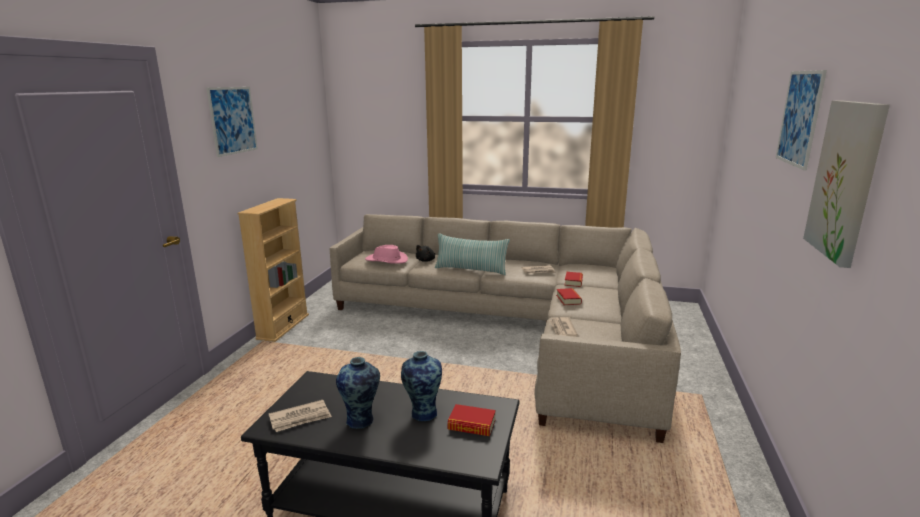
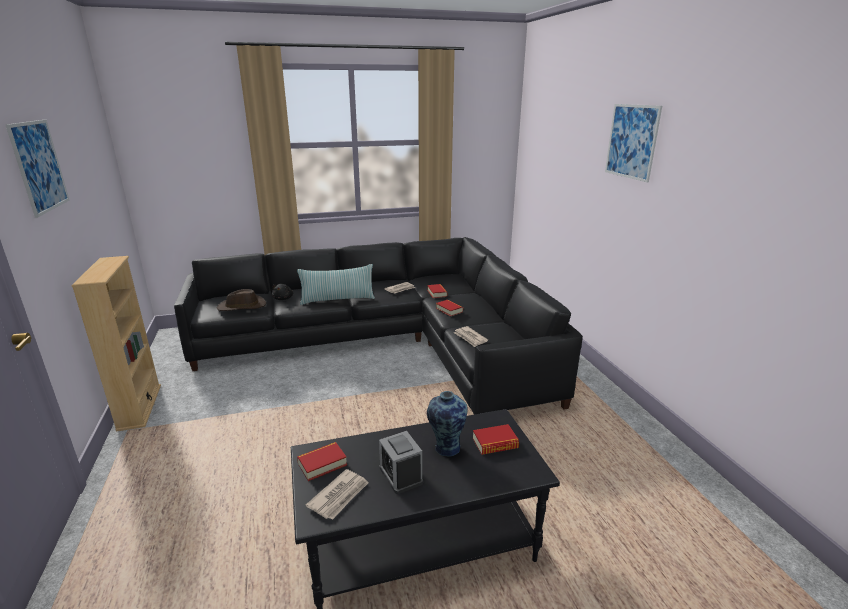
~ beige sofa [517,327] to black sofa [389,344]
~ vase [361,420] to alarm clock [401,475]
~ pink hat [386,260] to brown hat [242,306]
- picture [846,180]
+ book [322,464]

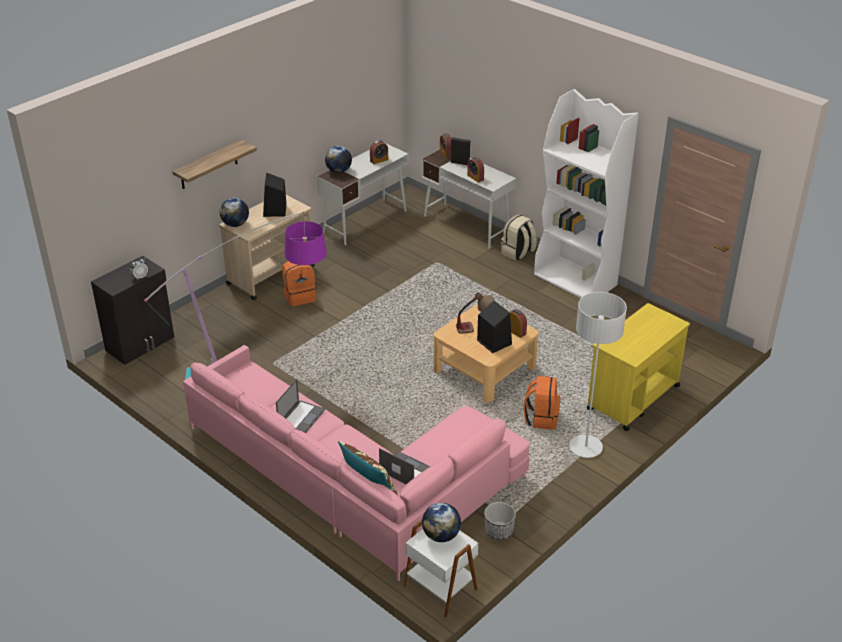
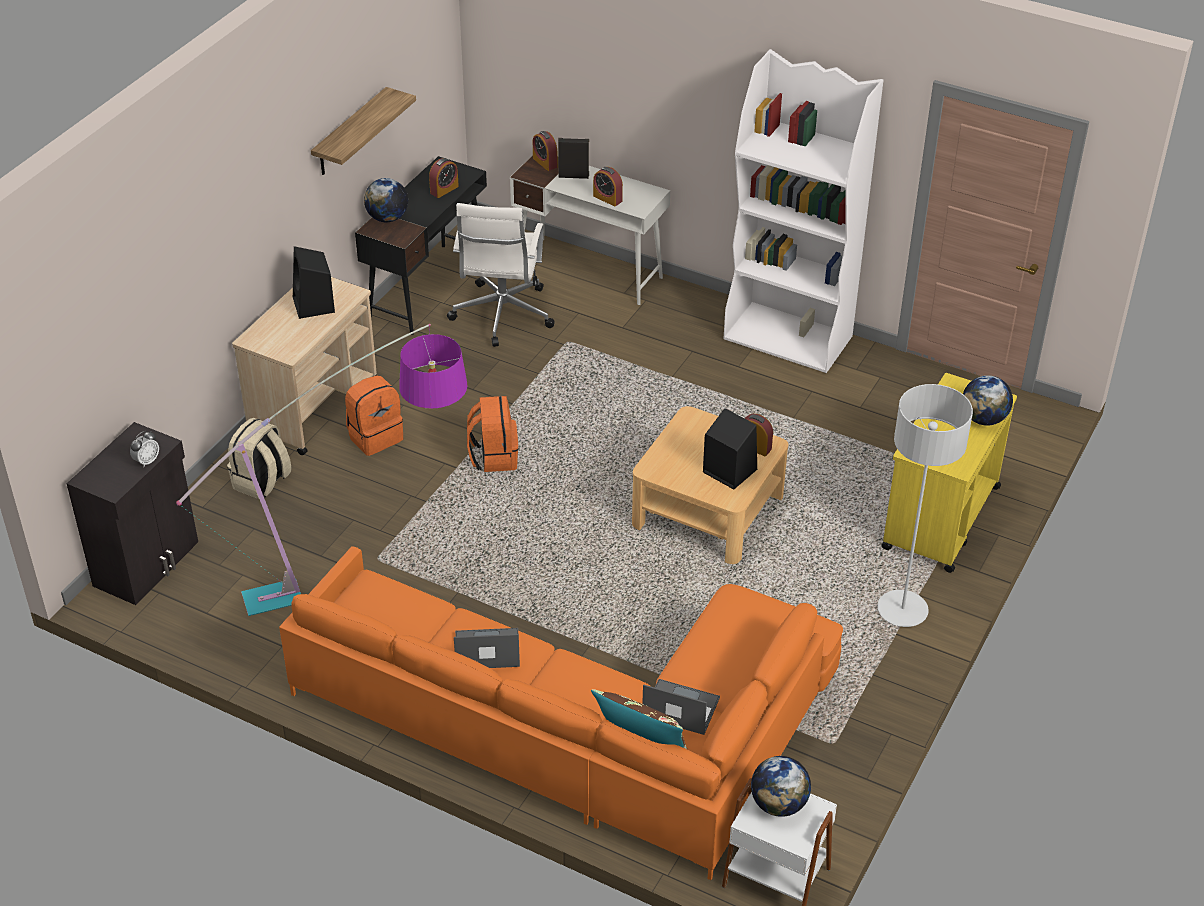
~ shelf [208,165] to [350,133]
~ pink sofa [355,479] to orange sofa [582,729]
~ globe [235,224] to [984,419]
~ laptop [301,417] = [486,650] 105 degrees counterclockwise
~ white desk [365,221] to black desk [428,288]
- table lamp [474,327]
- planter [498,531]
~ beige backpack [518,253] to [262,482]
~ orange backpack [541,418] to [493,457]
+ white office chair [502,315]

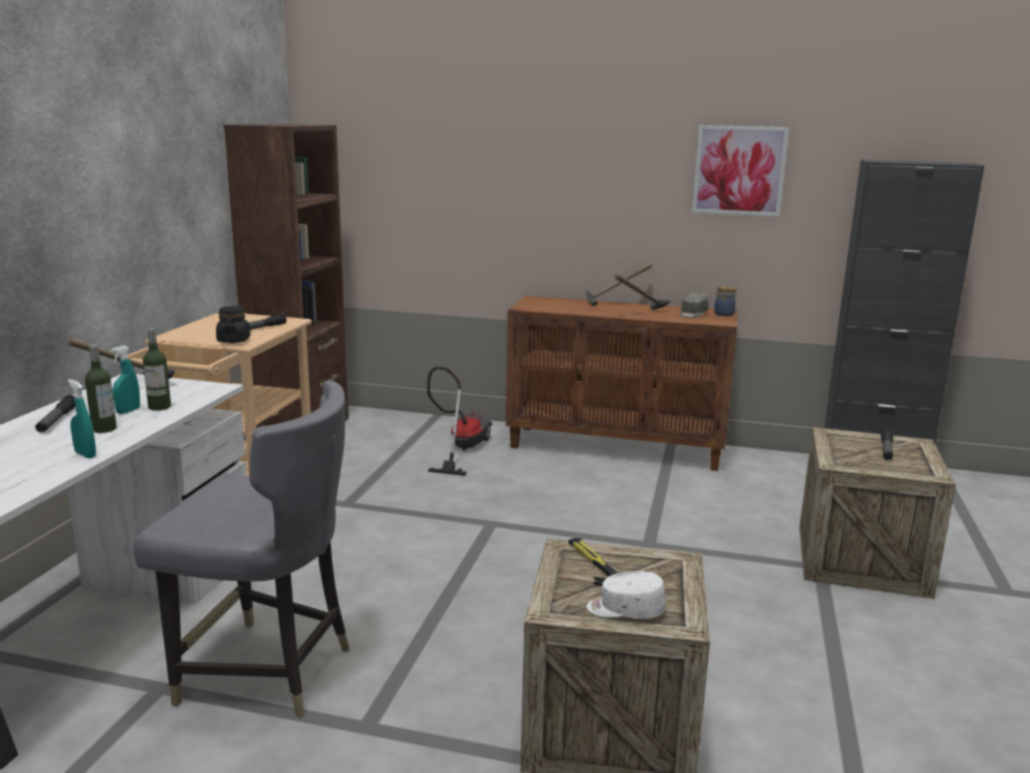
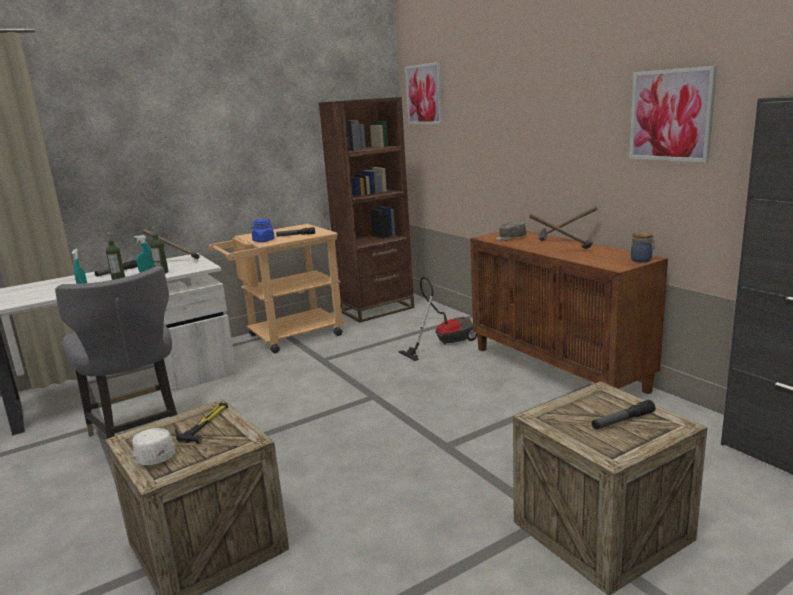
~ black jar [234,340] to blue jar [263,241]
~ grey cap [692,314] to [510,238]
+ picture [424,94]

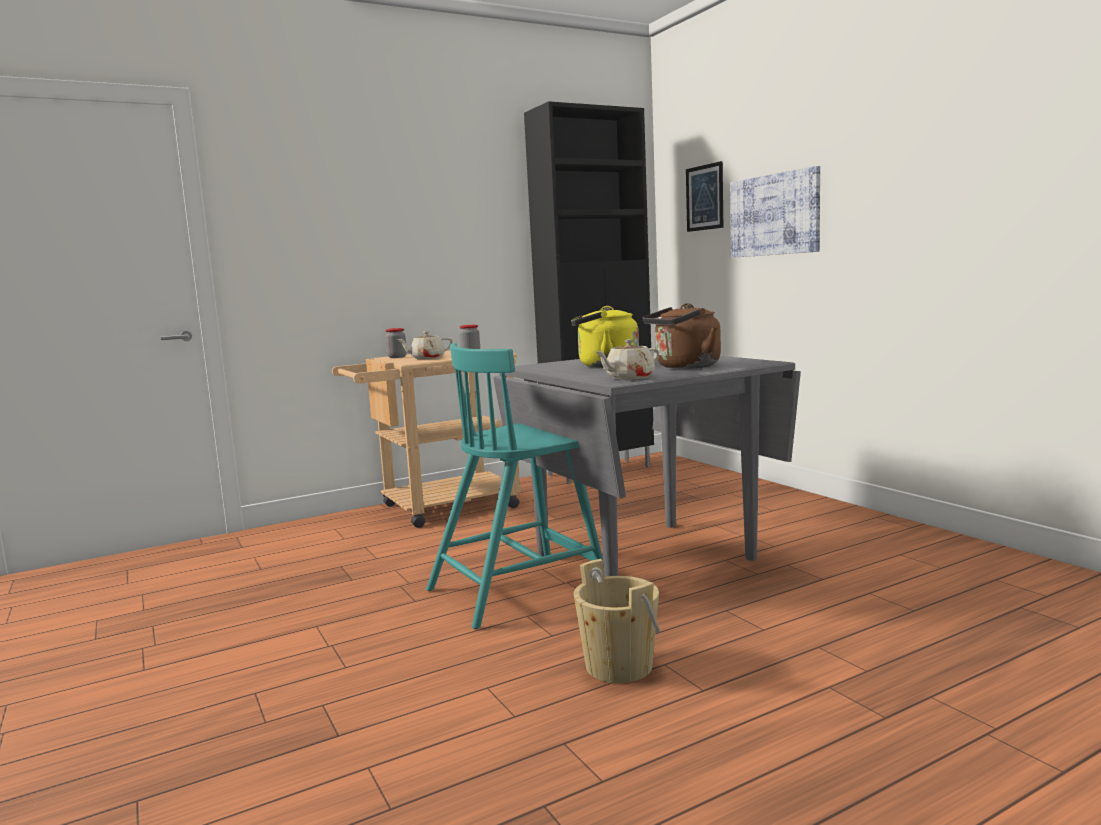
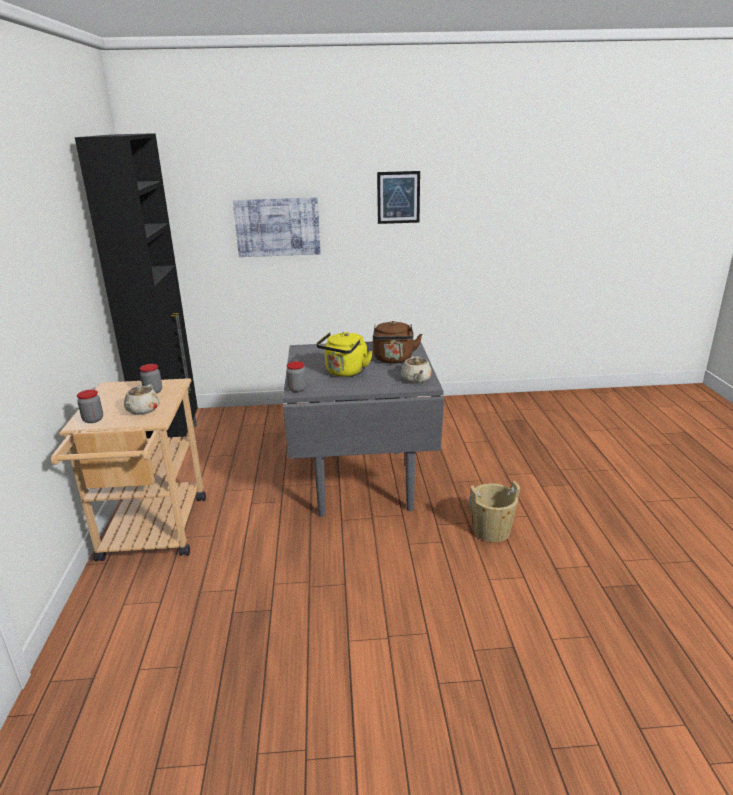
- turquoise chair [519,588]
~ picture [704,197] to [398,197]
+ jar [297,389]

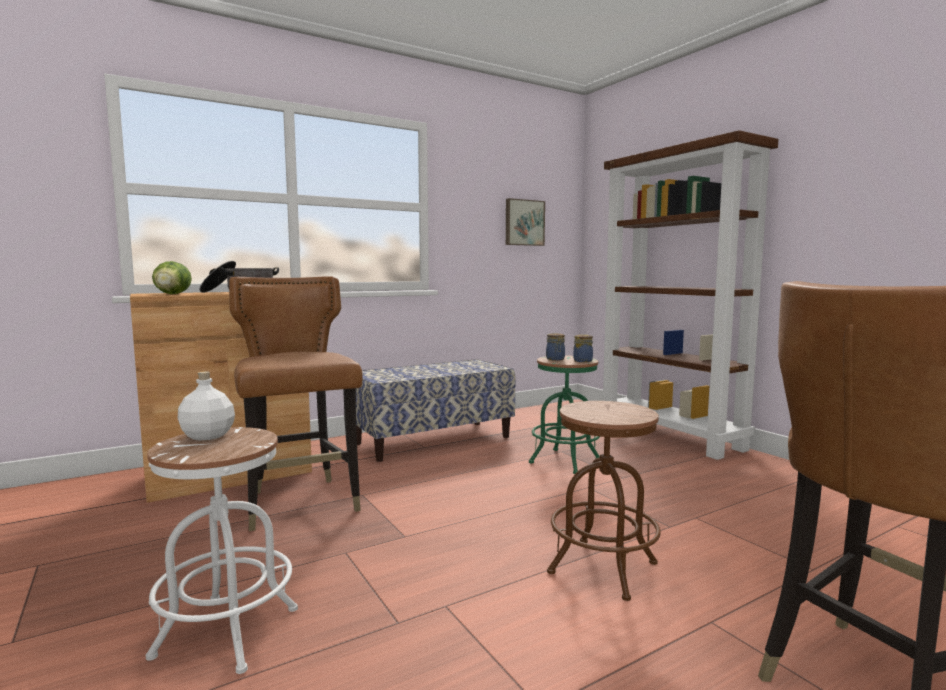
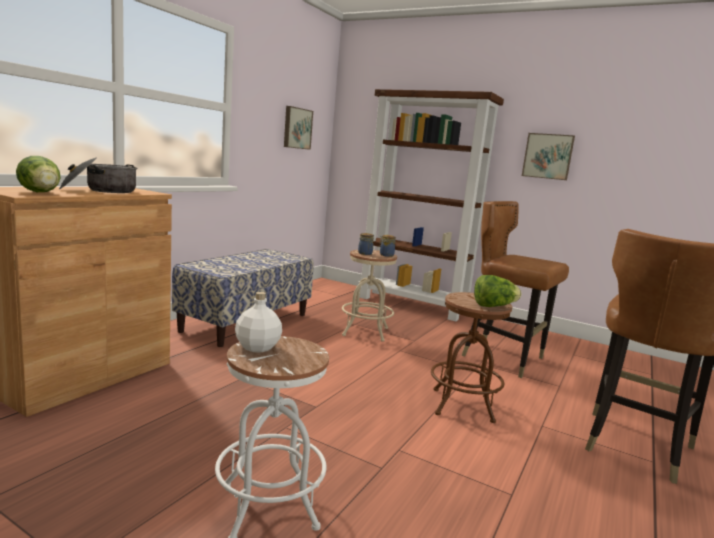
~ brown chair [301,504] to [504,358]
~ green stool [565,461] to beige stool [365,332]
+ lettuce [493,306]
+ picture [548,156]

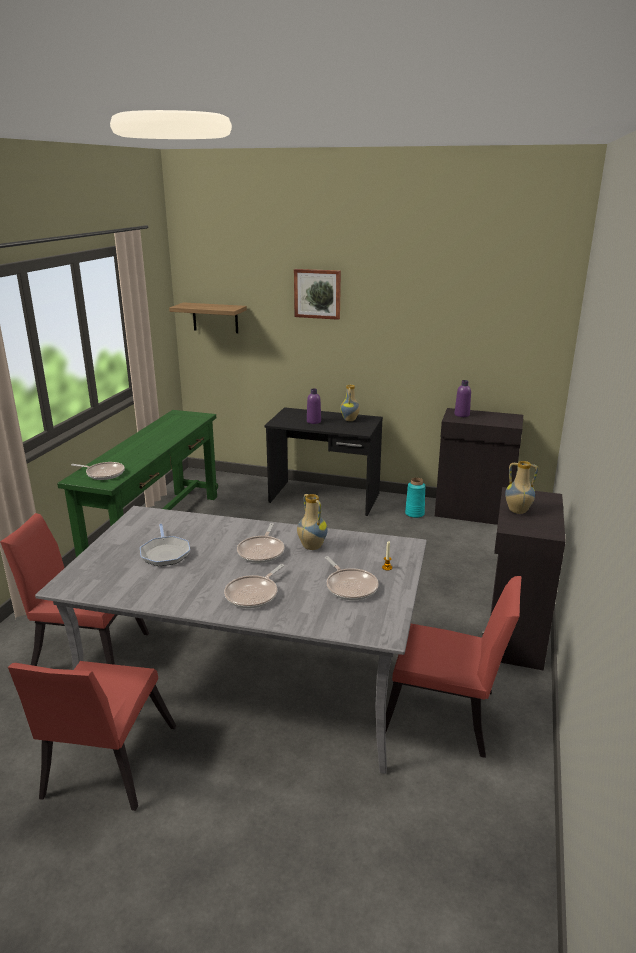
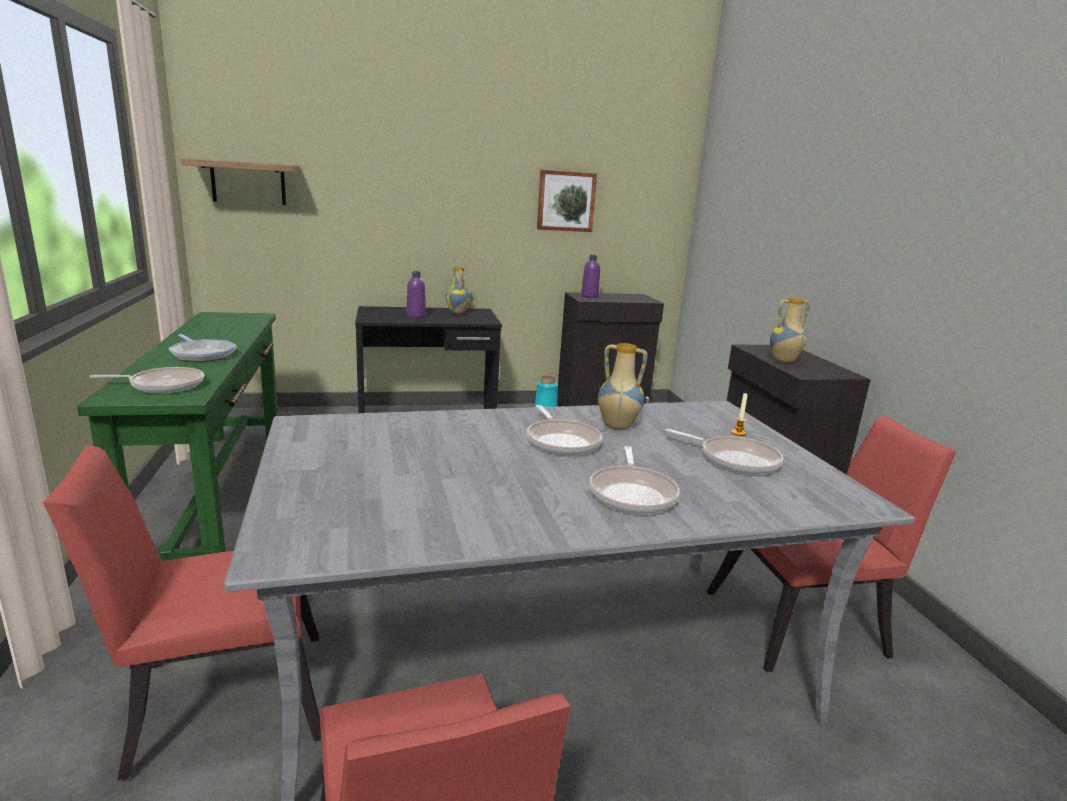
~ frying pan [165,553] to [202,354]
~ picture [317,293] to [566,201]

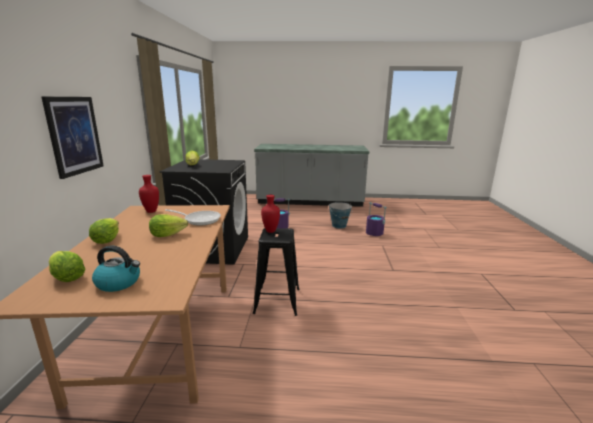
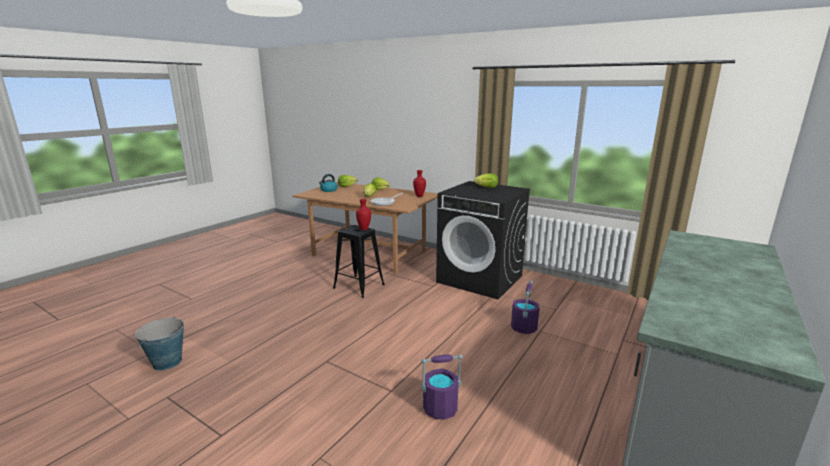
- picture [74,135]
~ bucket [339,225] to [167,362]

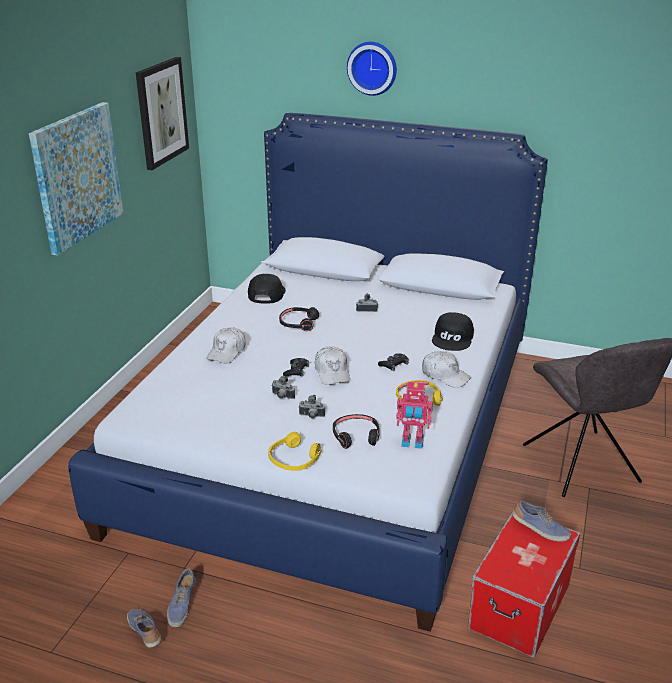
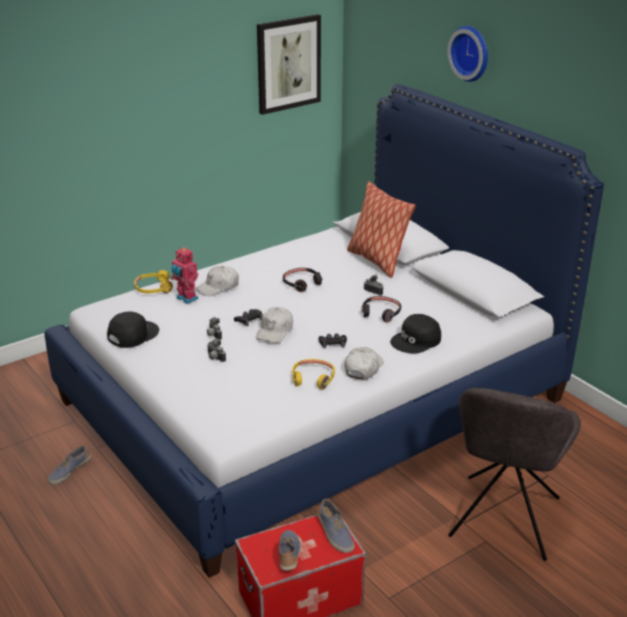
- picture [77,176]
~ shoe [145,632] to [289,555]
~ black cap [266,293] to [132,334]
~ yellow headphones [294,459] to [153,288]
~ black headphones [356,436] to [381,313]
~ toy robot [412,443] to [186,299]
~ white cap [445,375] = [363,368] 135 degrees counterclockwise
+ pillow [377,261]

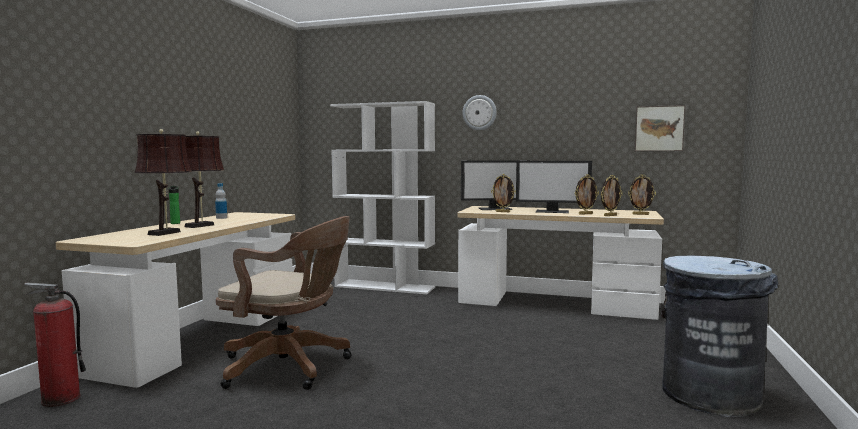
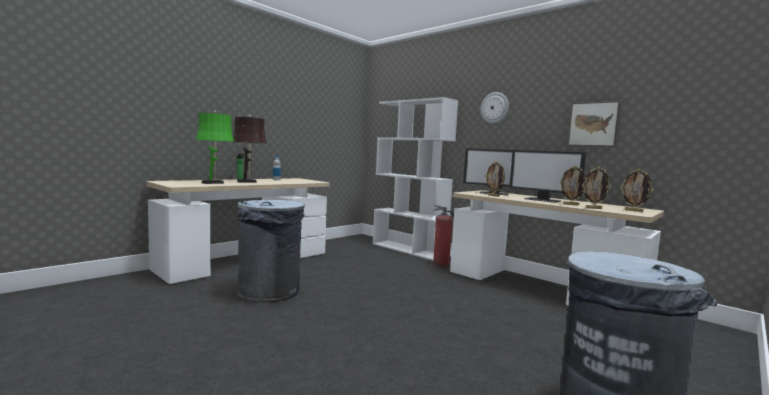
~ fire extinguisher [60,399] to [440,265]
~ brown table lamp [167,233] to green table lamp [215,183]
~ brown office chair [290,367] to grey trash can [270,292]
~ picture [659,128] to [594,124]

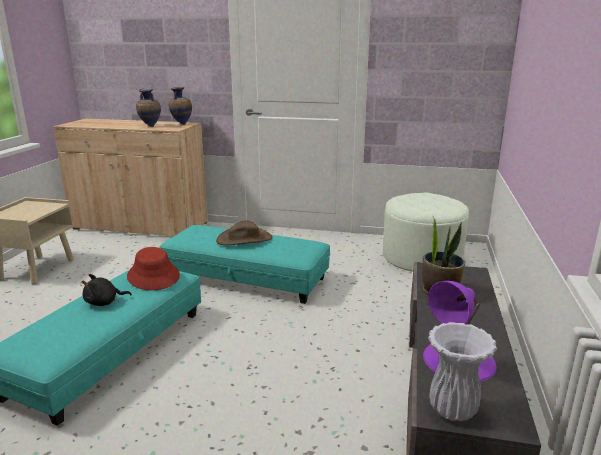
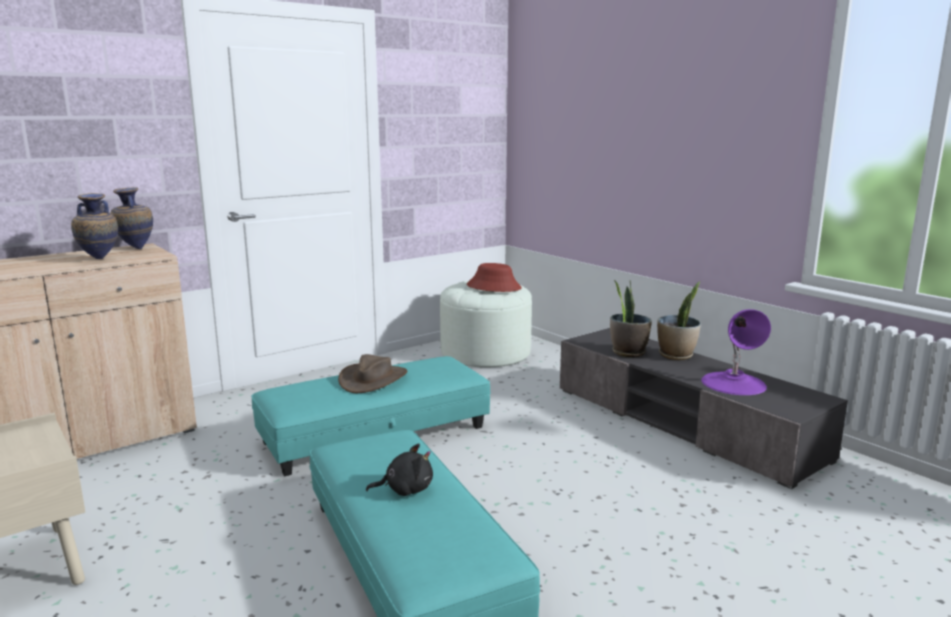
~ black plush toy [104,302] = [405,489] 120 degrees counterclockwise
~ red hat [153,276] to [494,287]
- white vase [453,410]
+ potted plant [676,355]

